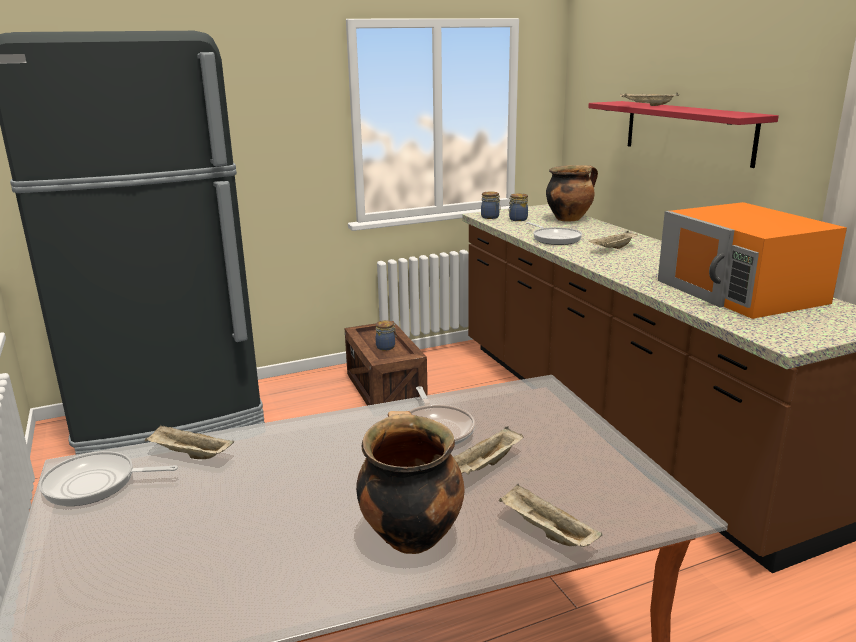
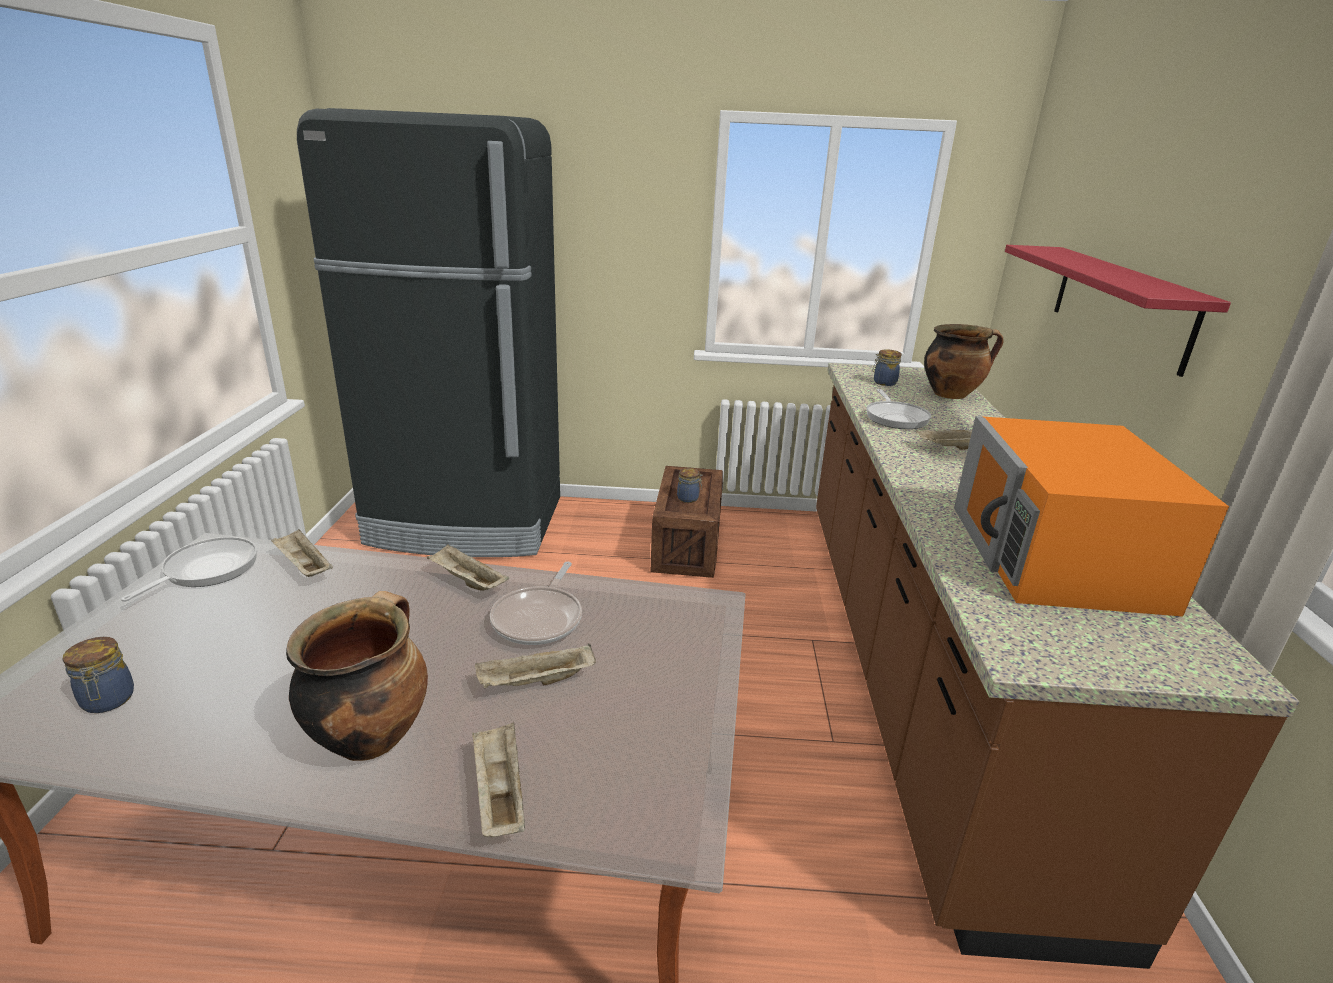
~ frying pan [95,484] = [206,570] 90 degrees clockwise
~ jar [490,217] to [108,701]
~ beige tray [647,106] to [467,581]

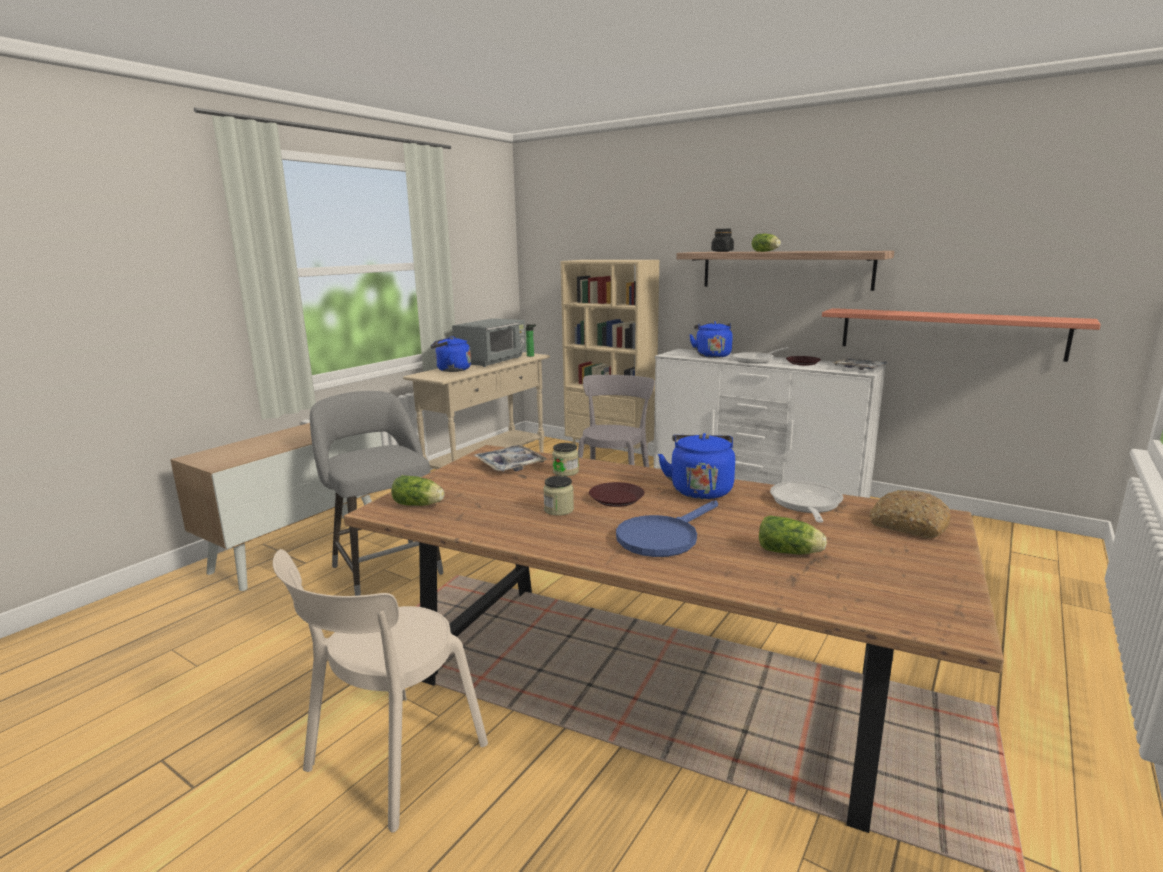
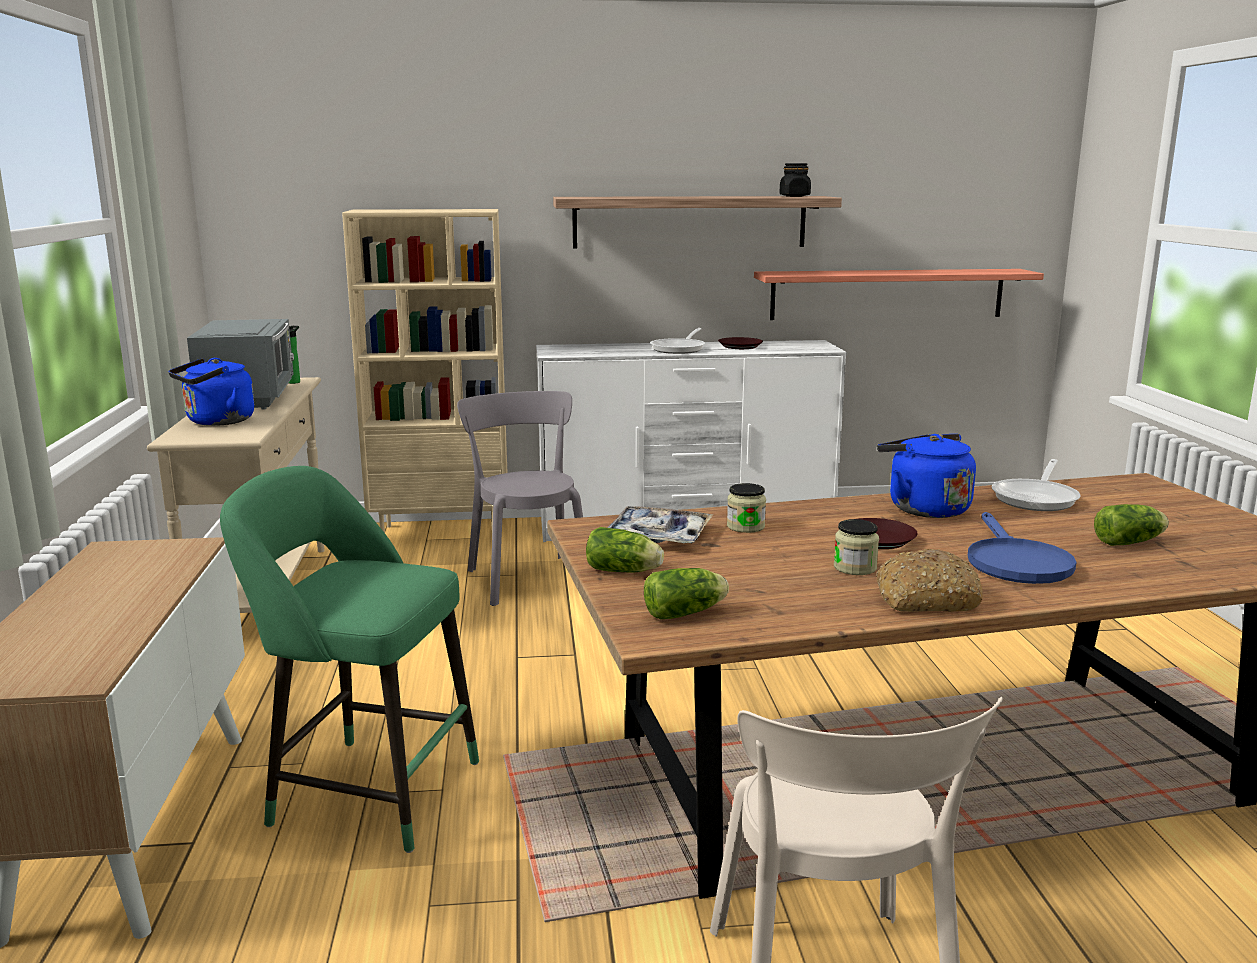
~ grey stool [384,568] to green stool [365,791]
- blue kettle [712,355]
~ black jar [722,251] to [794,196]
~ lettuce [766,251] to [625,571]
~ frying pan [805,504] = [1037,498] 120 degrees counterclockwise
- tray [860,369]
~ bread [908,525] to [925,599]

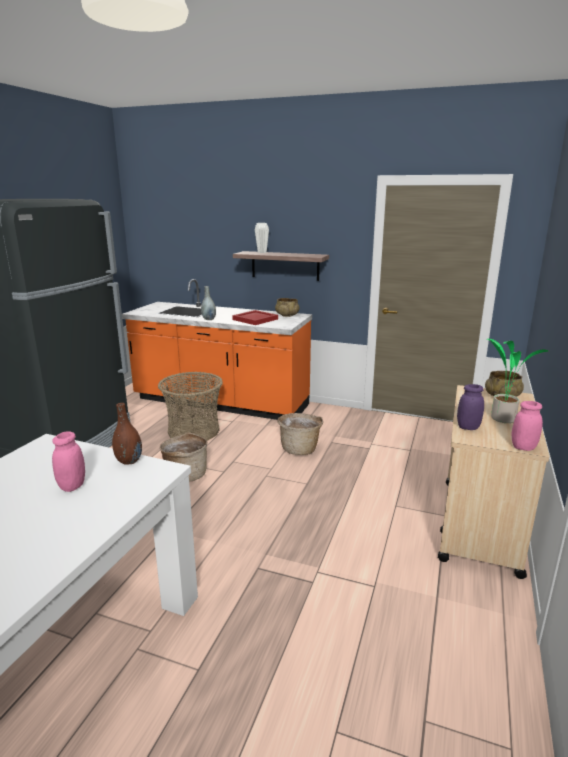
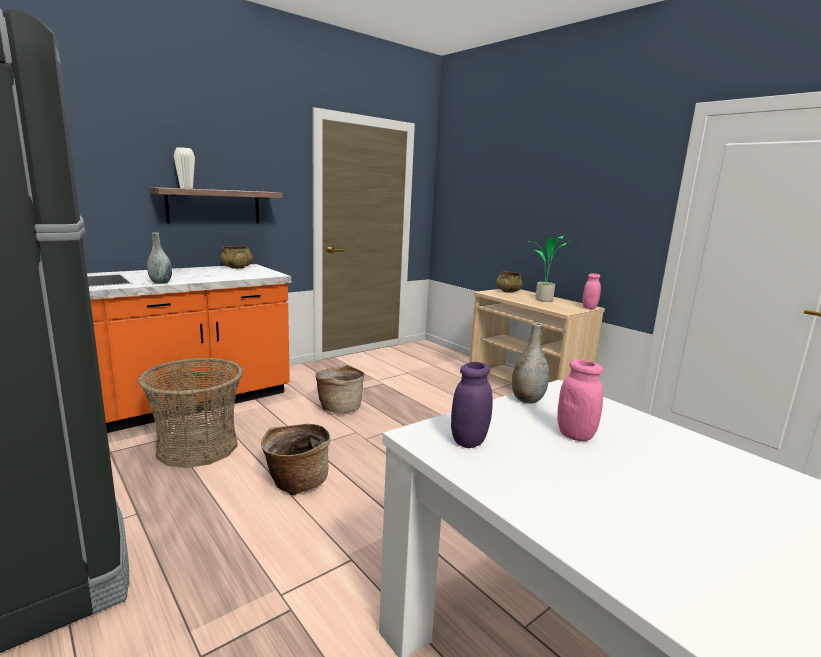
~ brown vase [129,461] to grey vase [527,400]
- red tray [256,319]
~ purple jar [468,427] to [469,441]

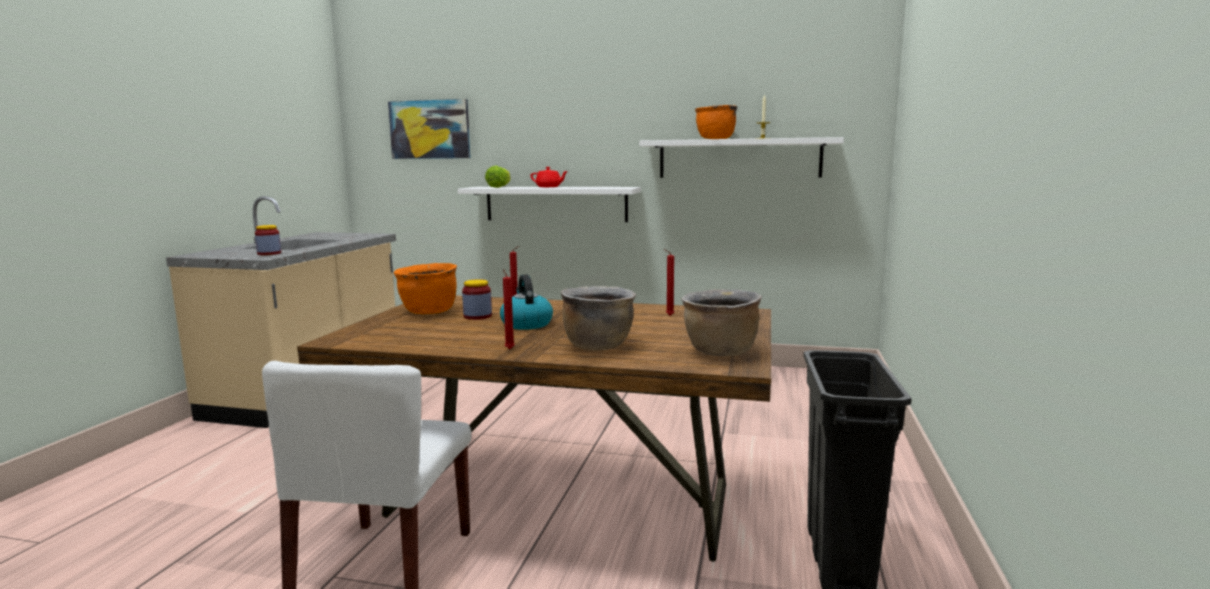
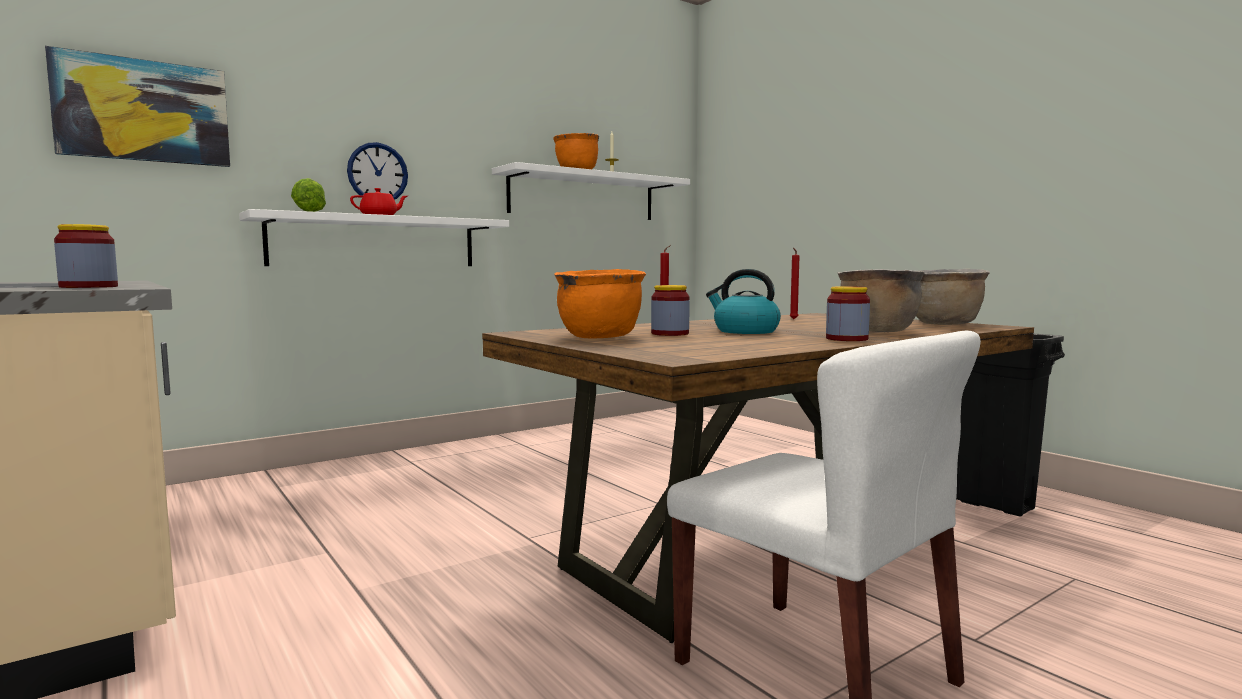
~ red candle [509,348] to jar [847,339]
+ wall clock [377,173]

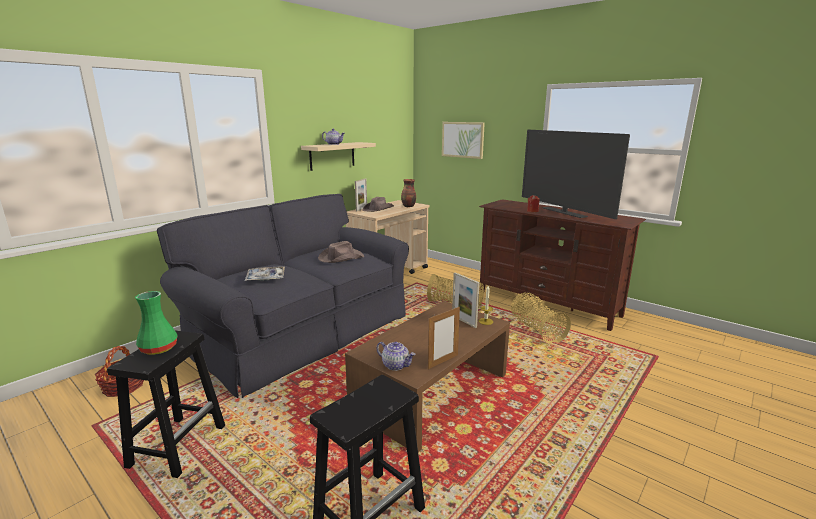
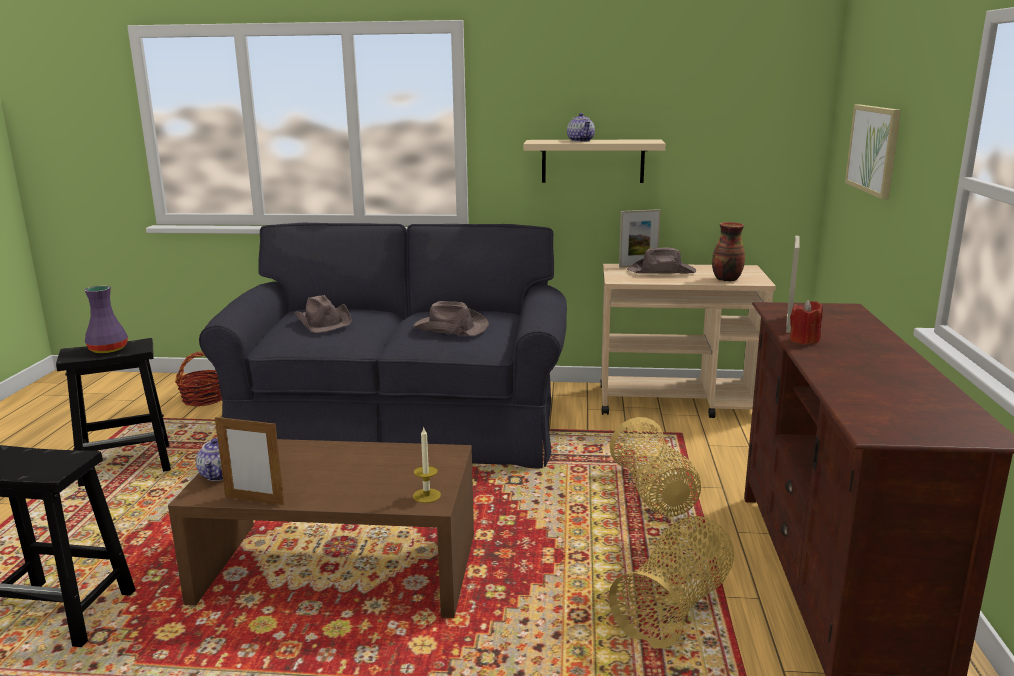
~ green vase [159,349] to purple vase [108,350]
~ tray [265,278] to brown hat [324,322]
~ picture frame [464,321] to [788,323]
- television [564,212]

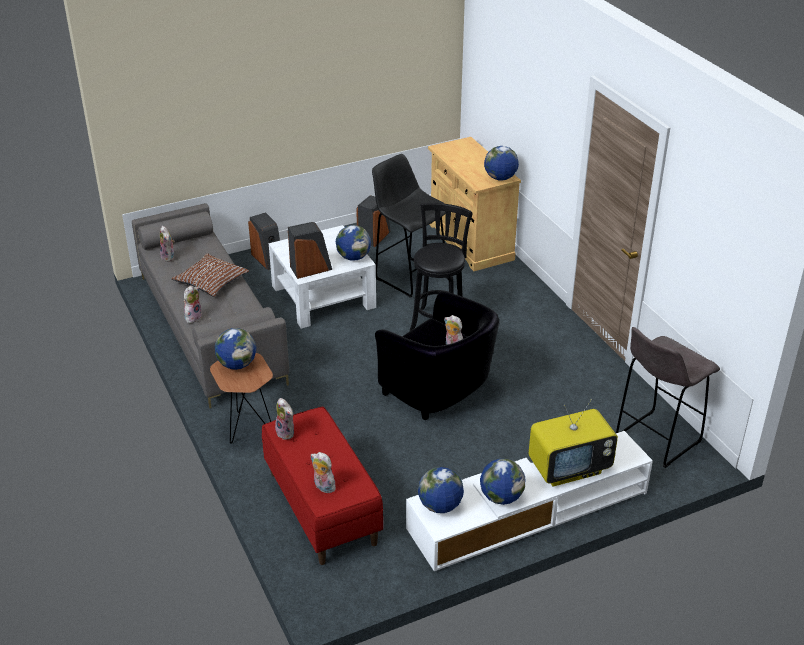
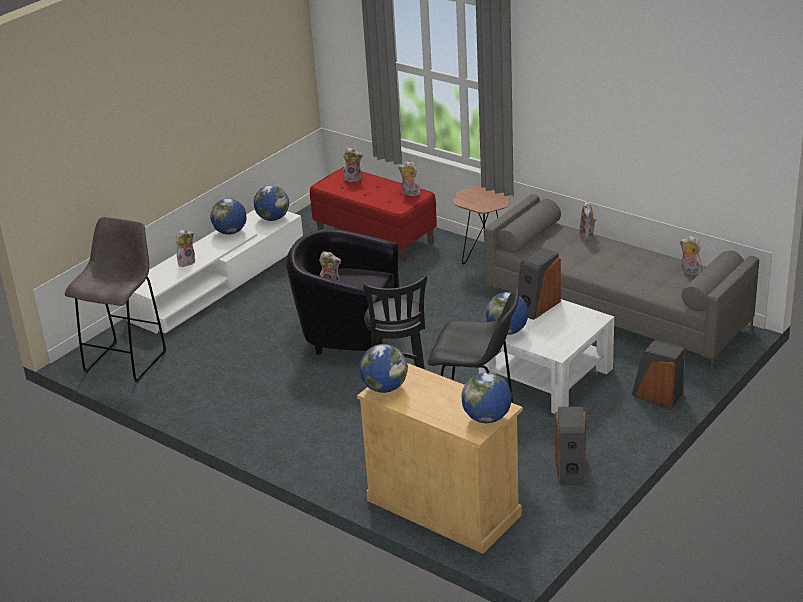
- brown pillow [211,281]
~ globe [237,365] to [487,418]
~ television [569,468] to plush toy [186,262]

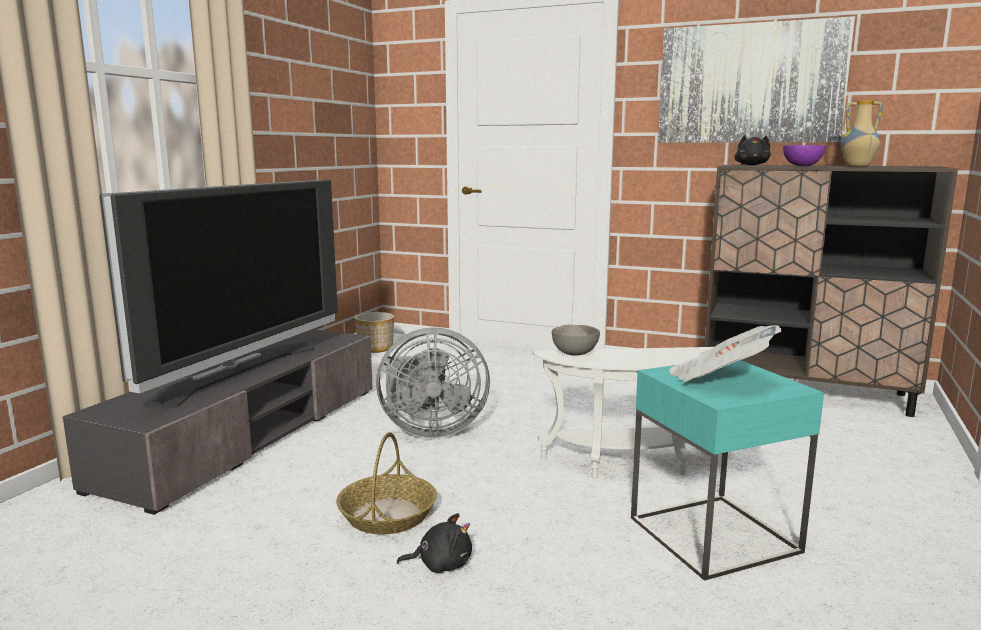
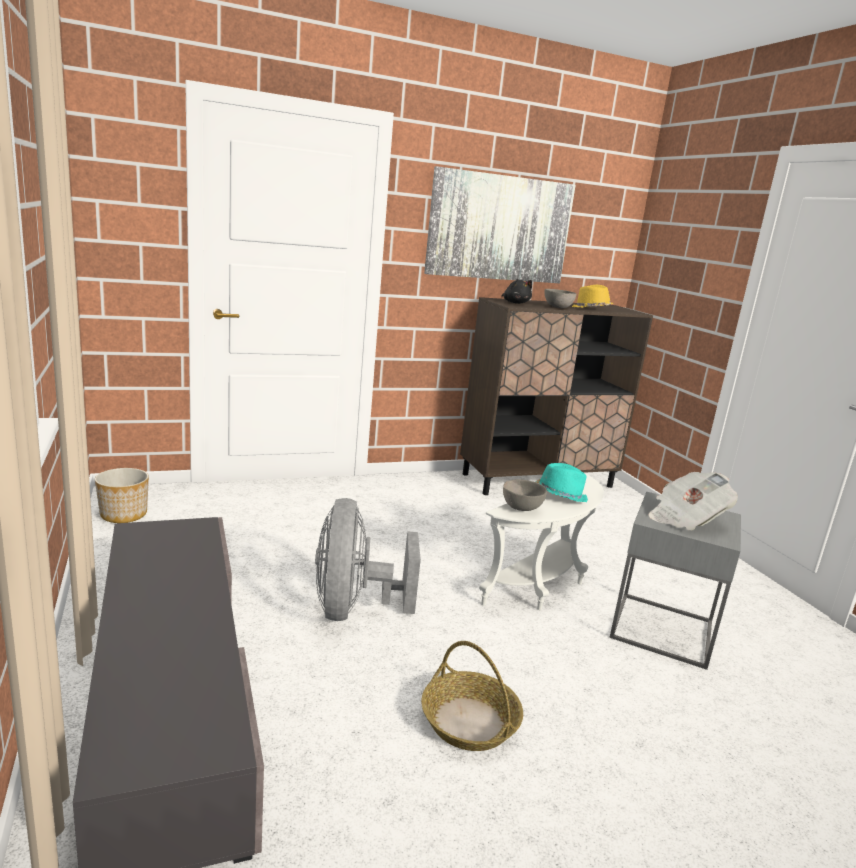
- television [239,372]
~ grey fan [430,430] = [354,609] 135 degrees clockwise
- black plush toy [441,564]
~ turquoise side table [713,534] to grey side table [662,629]
~ purple bowl [801,166] to grey bowl [558,307]
~ vase [857,166] to yellow hat [591,309]
+ turquoise hat [560,495]

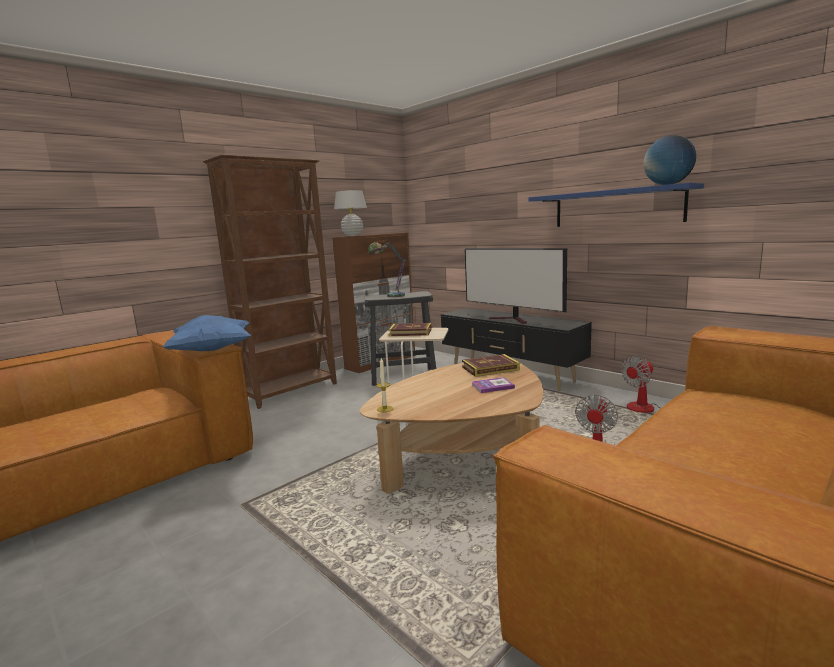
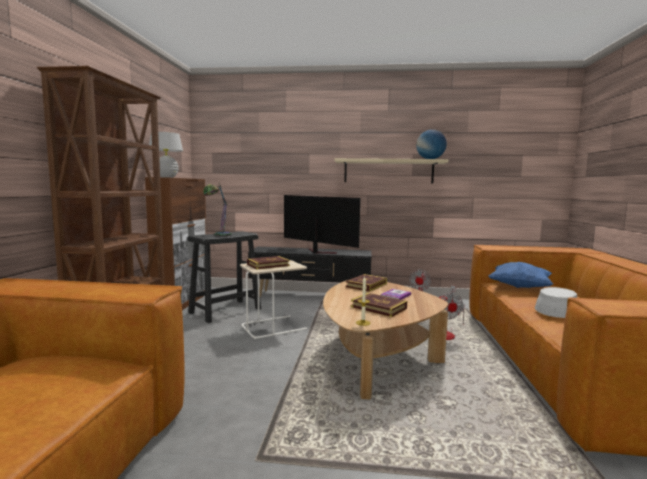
~ blue pillow [212,350] to [519,287]
~ television [513,319] = [317,252] 150 degrees counterclockwise
~ blue shelf [616,207] to beige shelf [388,171]
+ book [378,307]
+ grey hat [557,309]

